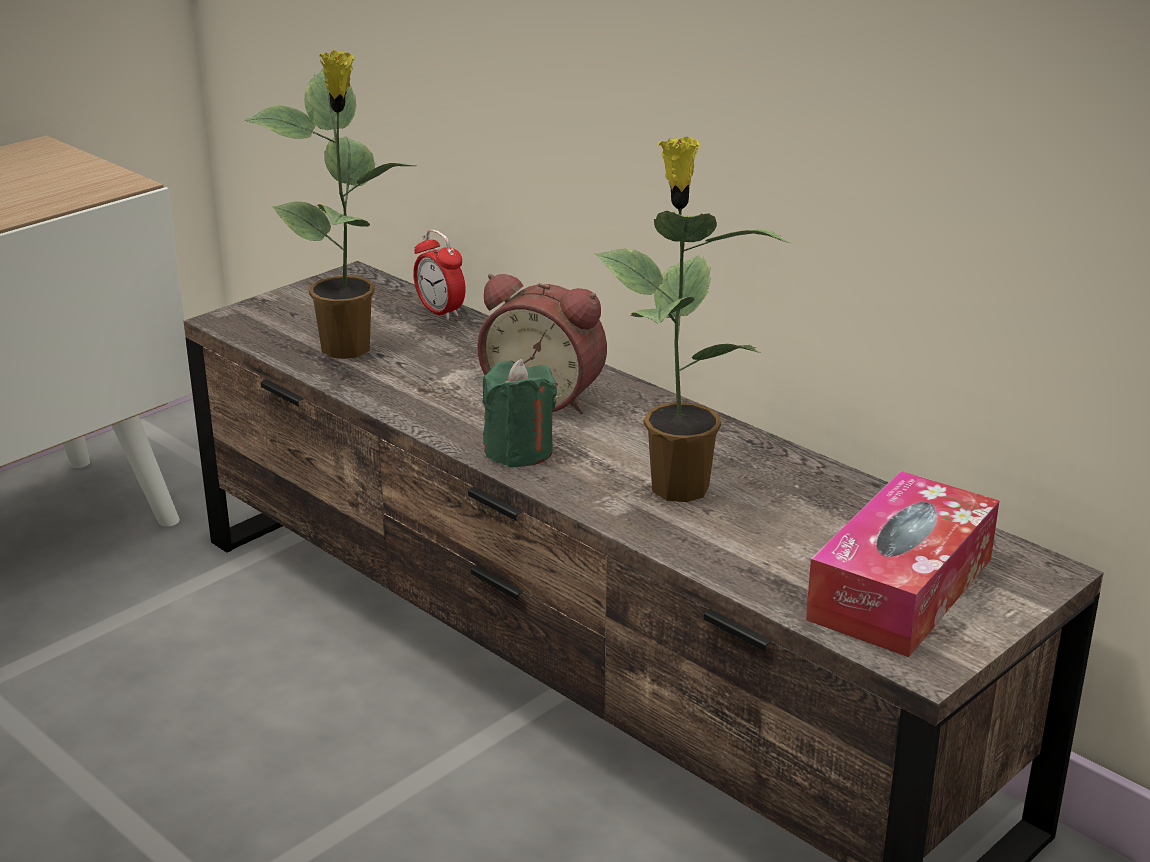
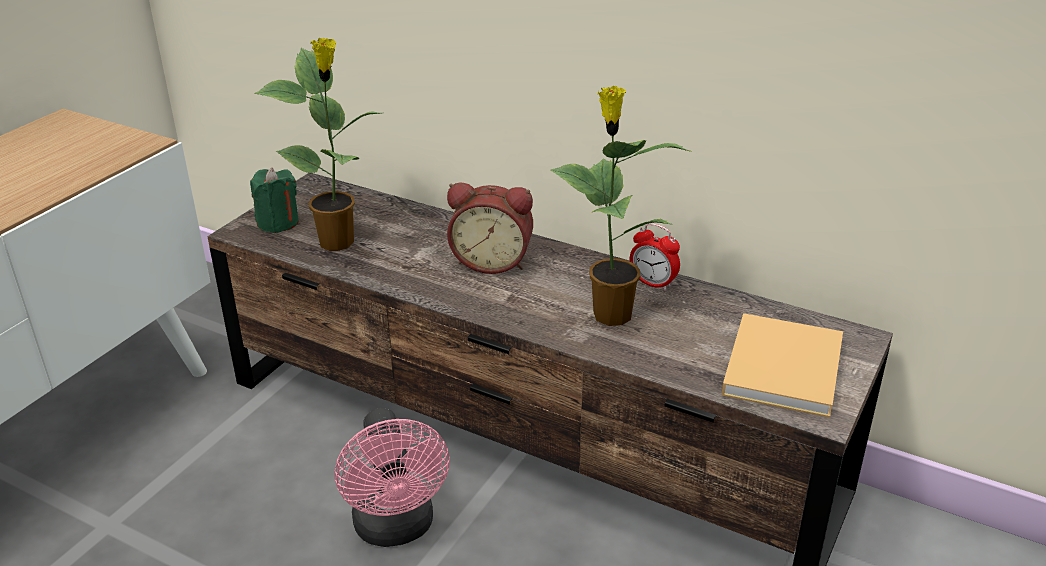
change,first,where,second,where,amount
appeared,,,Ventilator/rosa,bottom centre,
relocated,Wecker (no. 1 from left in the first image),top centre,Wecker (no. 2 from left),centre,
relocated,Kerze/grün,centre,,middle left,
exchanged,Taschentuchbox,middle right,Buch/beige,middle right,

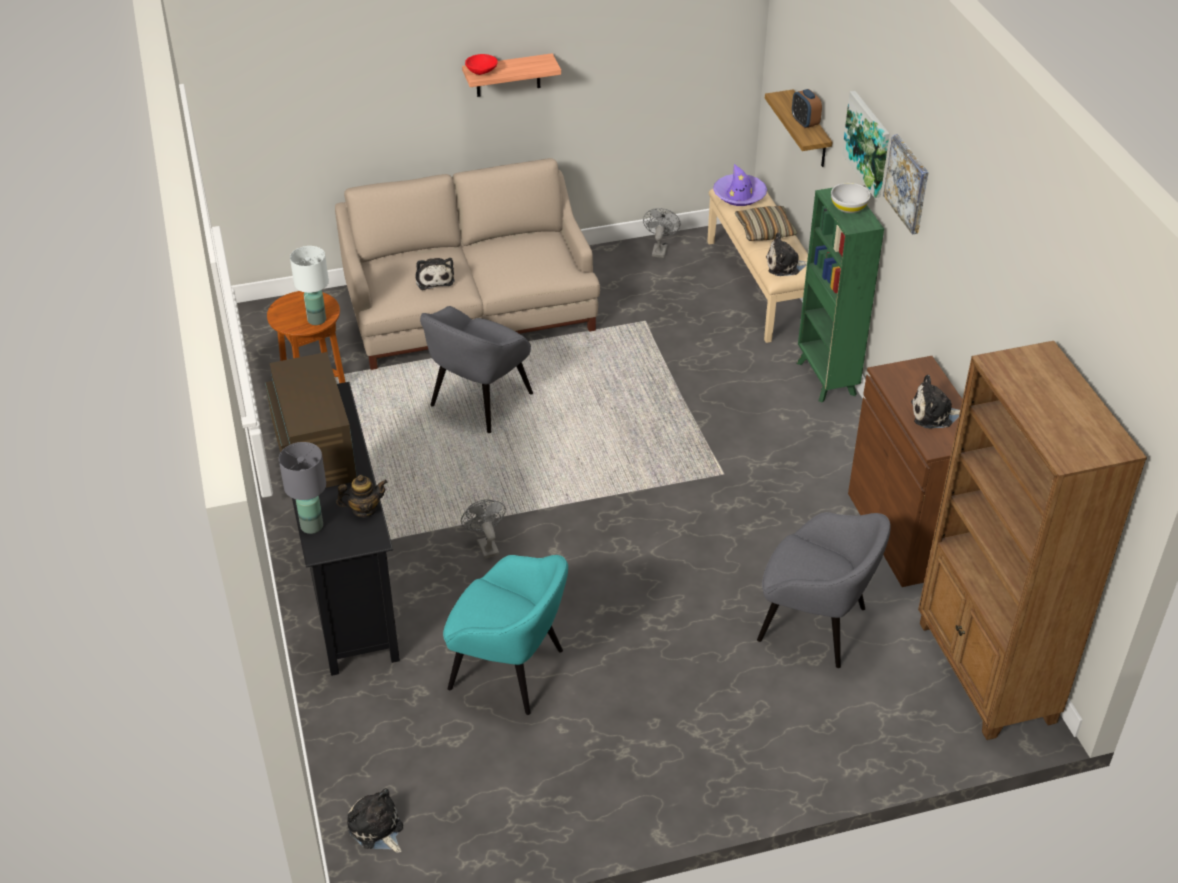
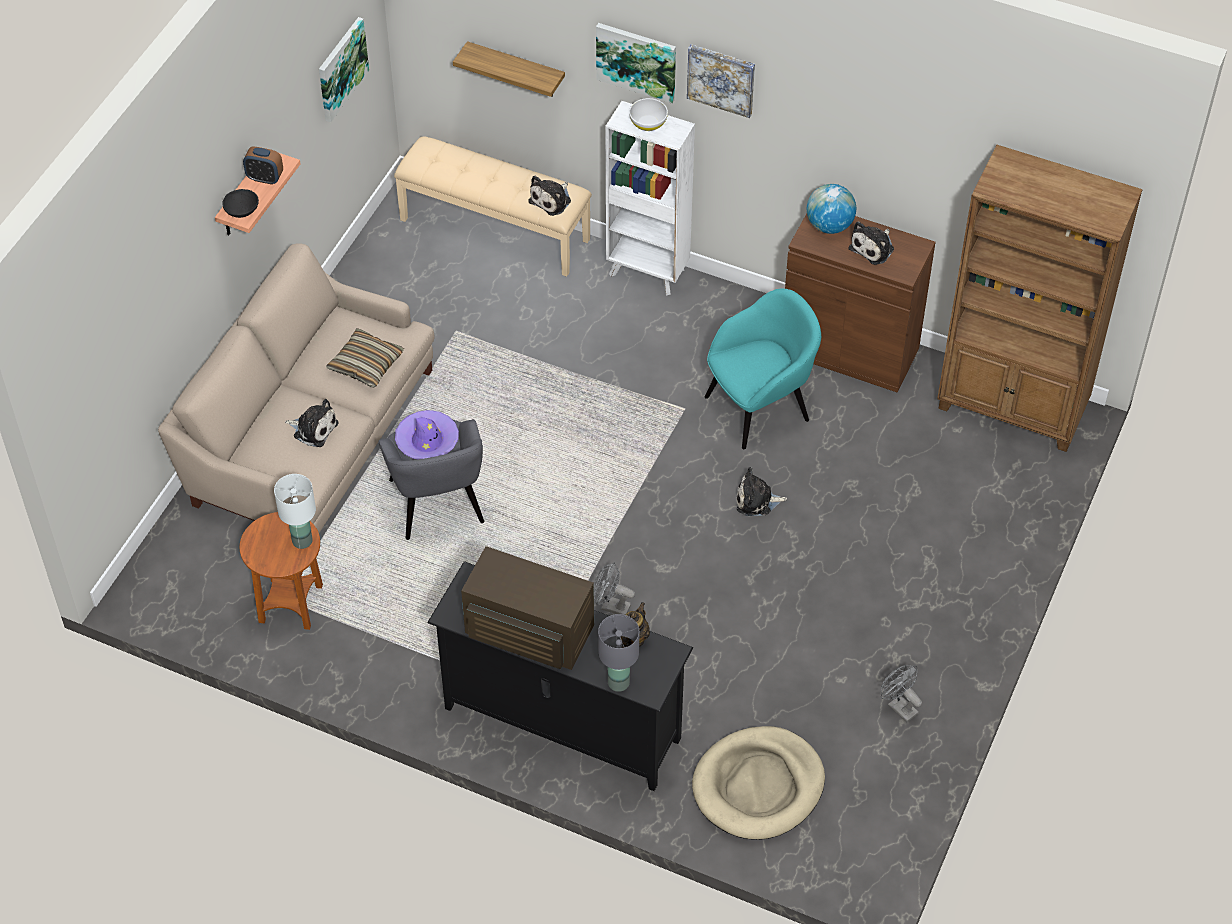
change,first,where,second,where,amount
missing,Sessel/grau (no. 2 from left),bottom right,,,
appeared,,,Bild (no. 1 from left),top left,
appeared,,,Hundebett/beige,bottom centre,
appeared,,,Globus,top right,
relocated,Plüschtier (no. 1 from left in the first image),bottom left,Plüschtier (no. 3 from left),centre,
relocated,Sessel/türkis,bottom centre,,centre,
relocated,Ventilator/grau (no. 2 from left),top centre,,bottom right,
relocated,Hut/lila,top centre,,centre,
relocated,Kissen,top centre,,middle left,
relocated,Wecker,top right,,top left,
colour,Schüssel/rot,top centre,Schüssel/schwarz,top left,
colour,Bücherregal/grün,middle right,Bücherregal/weiß,top centre,

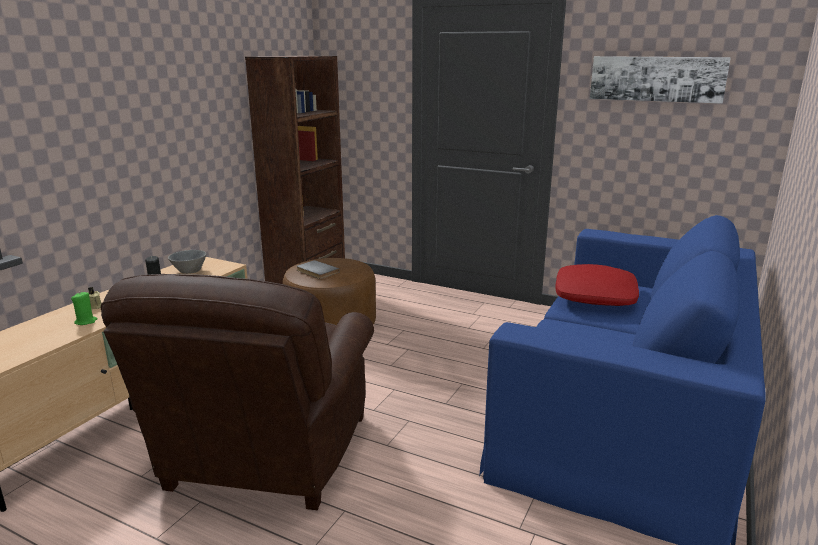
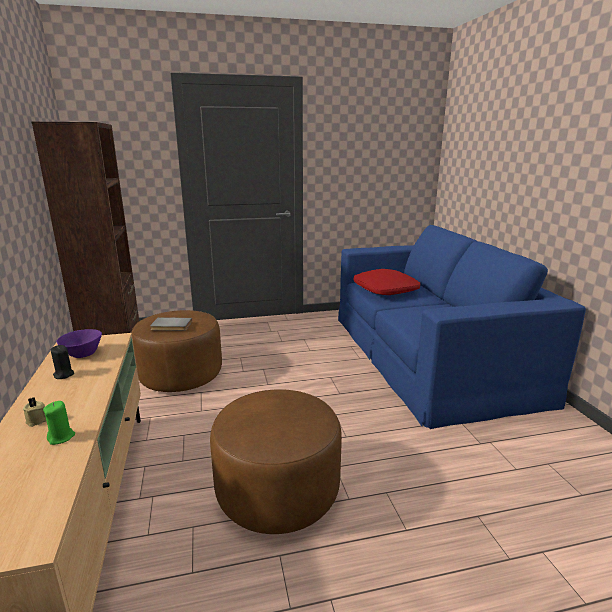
change,first,where,second,where,amount
missing,Bild,top right,,,
exchanged,Sessel/braun,bottom left,Polsterhocker/braun (no. 2 from left),bottom centre,
colour,Schüssel/grau,middle left,Schüssel/lila,middle left,

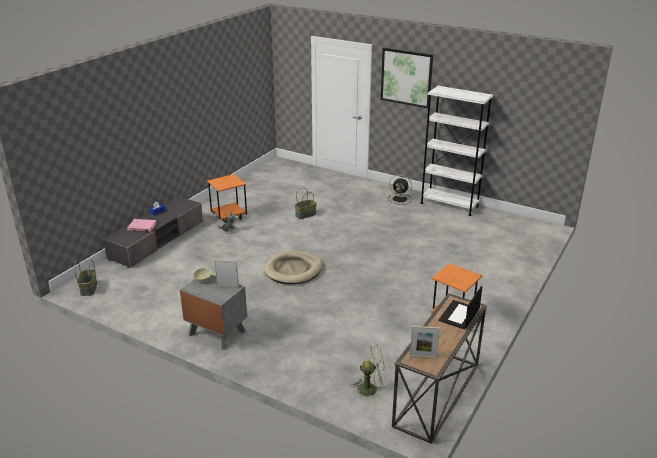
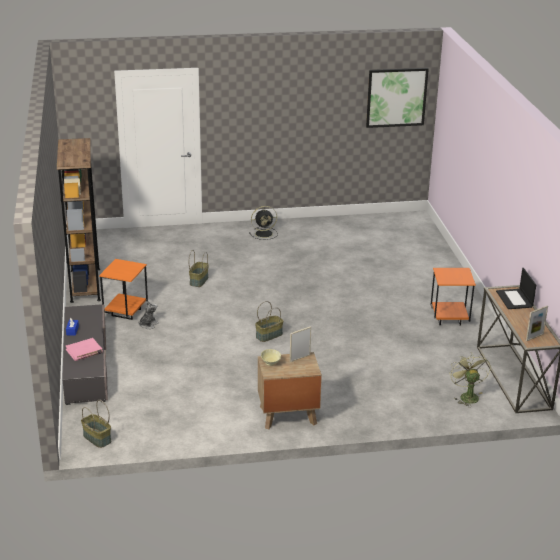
change,first,where,second,where,amount
missing,Bücherregal/weiß,top right,,,
appeared,,,Bücherregal/braun,middle left,
relocated,Bild,top centre,,top right,
exchanged,Hundebett/beige,centre,Korb (no. 3 from left),centre,
colour,Nachttisch/grau,bottom left,Nachttisch/braun,bottom centre,
spun,Ventilator/grün,bottom centre,,bottom right,60 degrees counterclockwise

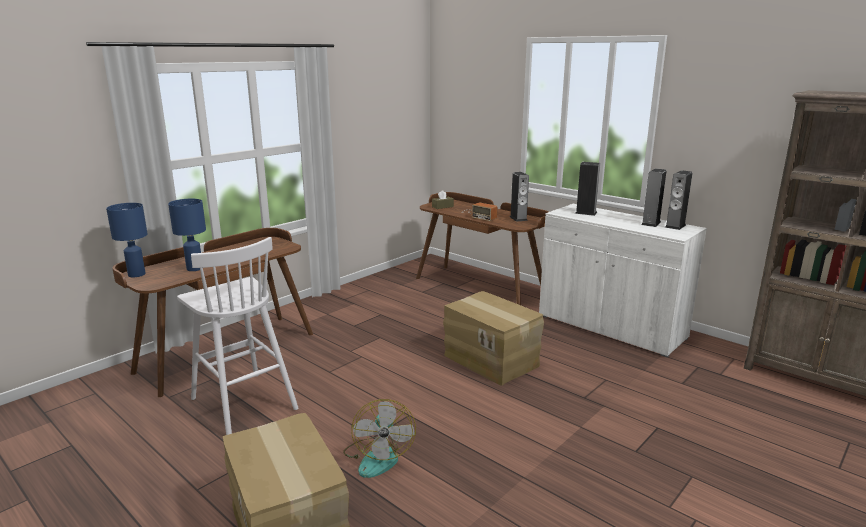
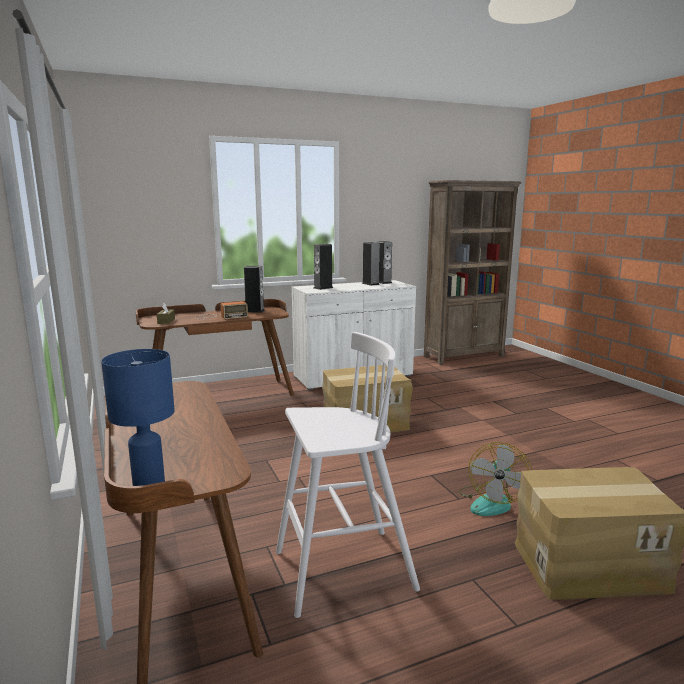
change,first,where,second,where,amount
missing,Tischlampe/blau (no. 2 from left),middle left,,,
spun,Ventilator,bottom centre,,bottom right,90 degrees clockwise

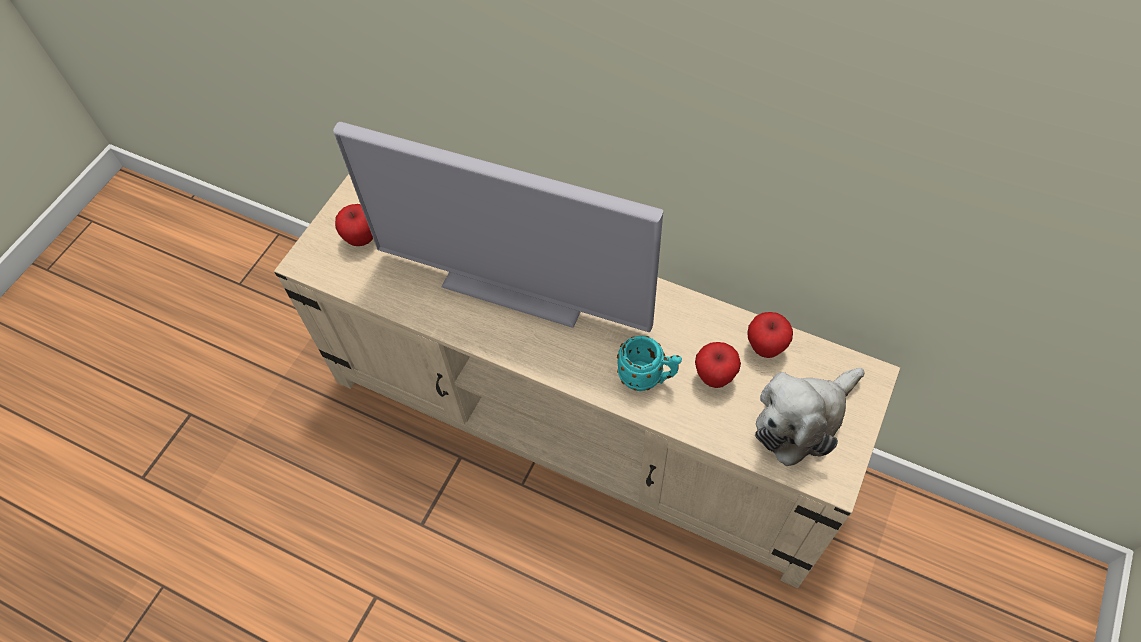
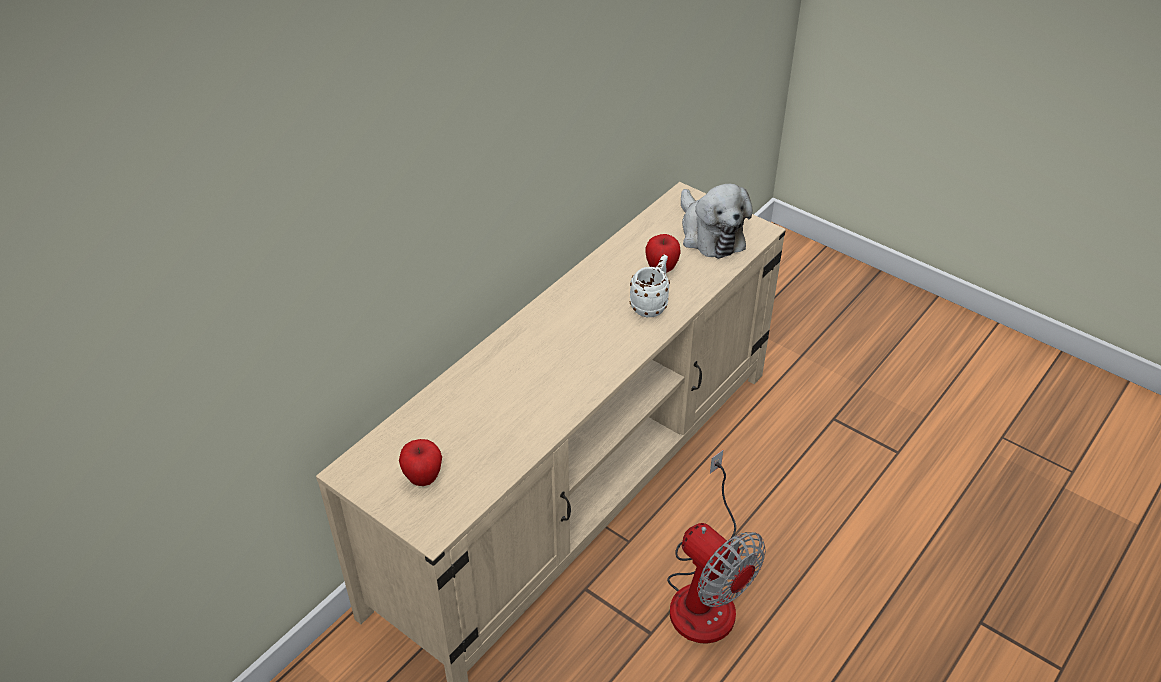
change,first,where,second,where,amount
missing,Fernseher,centre,,,
missing,Apfel (no. 3 from left),middle right,,,
appeared,,,Ventilator,bottom centre,
colour,Henkelbecher/türkis,centre,Henkelbecher/weiß,centre,

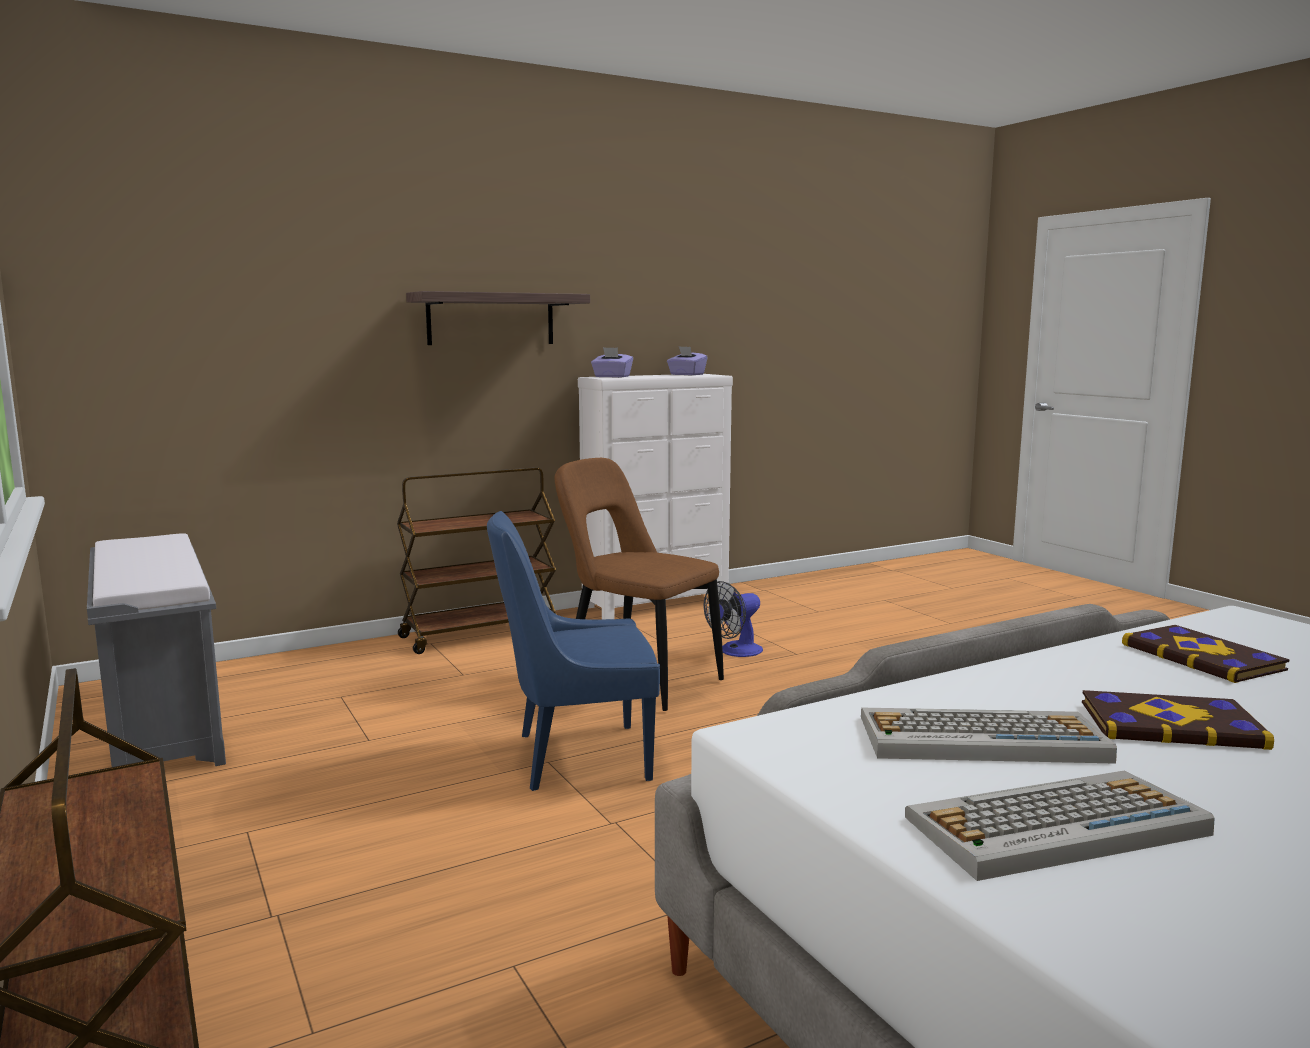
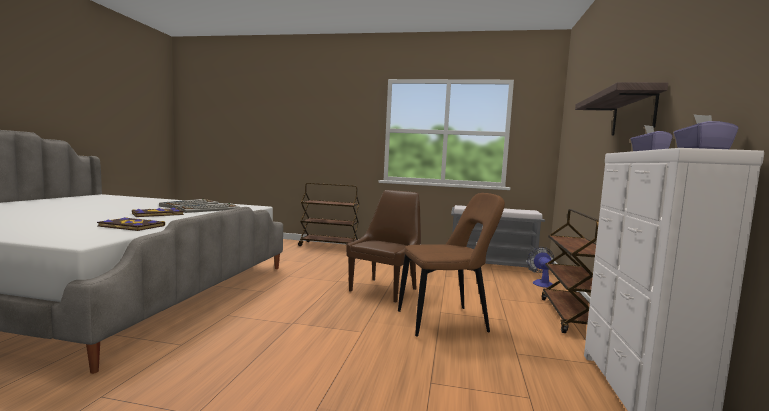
change,first,where,second,where,amount
relocated,Ventilator,centre,,middle right,
colour,Stuhl/blau,centre,Stuhl/braun (no. 1 from left),centre,

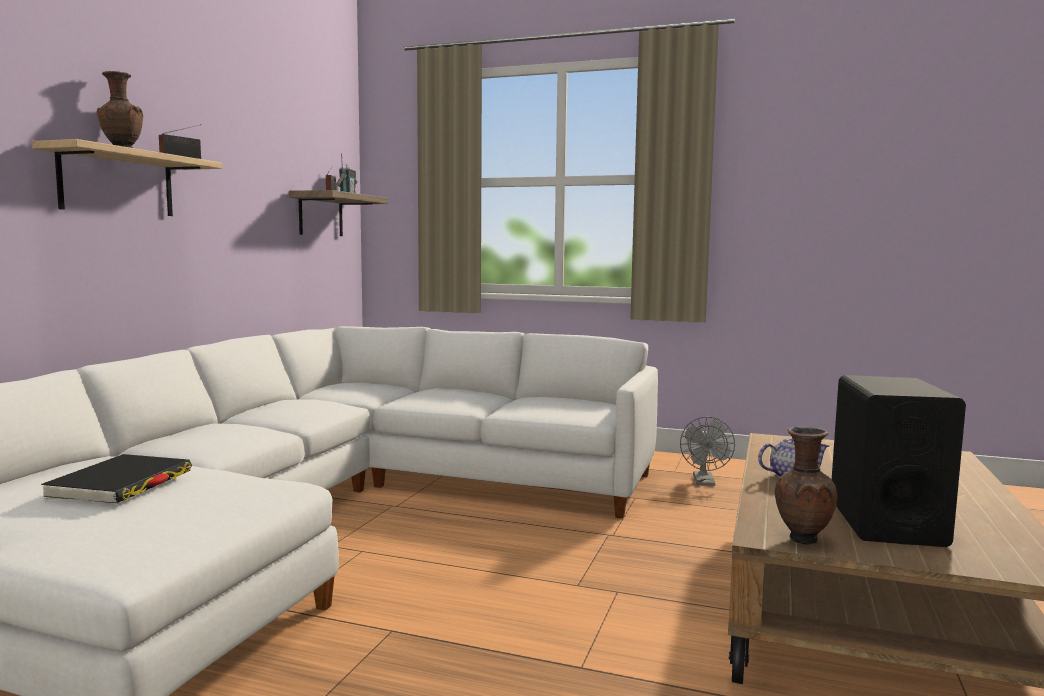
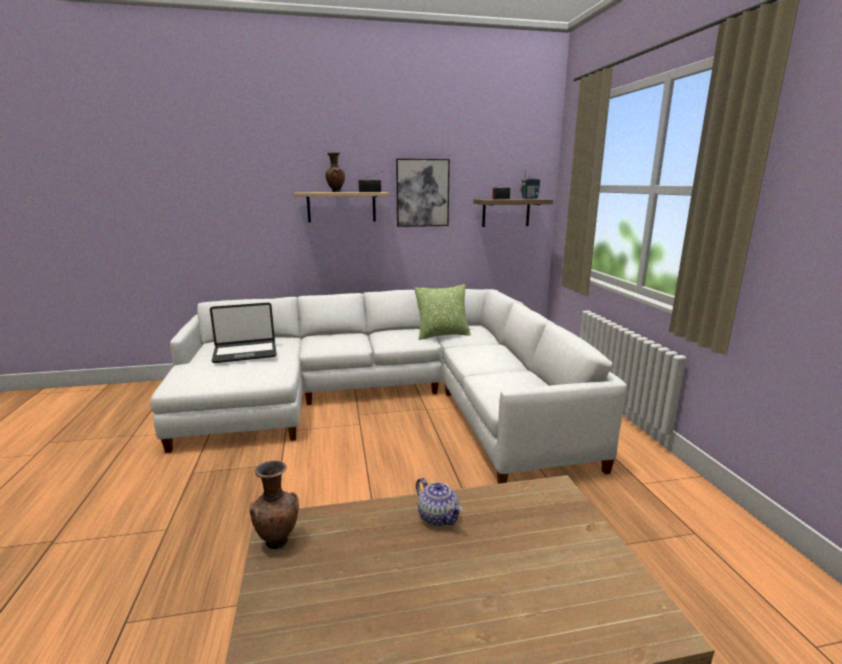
change,first,where,second,where,amount
missing,Ventilator/grau,middle right,,,
missing,Lautsprecher/schwarz,middle right,,,
appeared,,,Bild,top centre,
appeared,,,Kissen,centre,
exchanged,Buch/schwarz,bottom left,Laptop,middle left,

